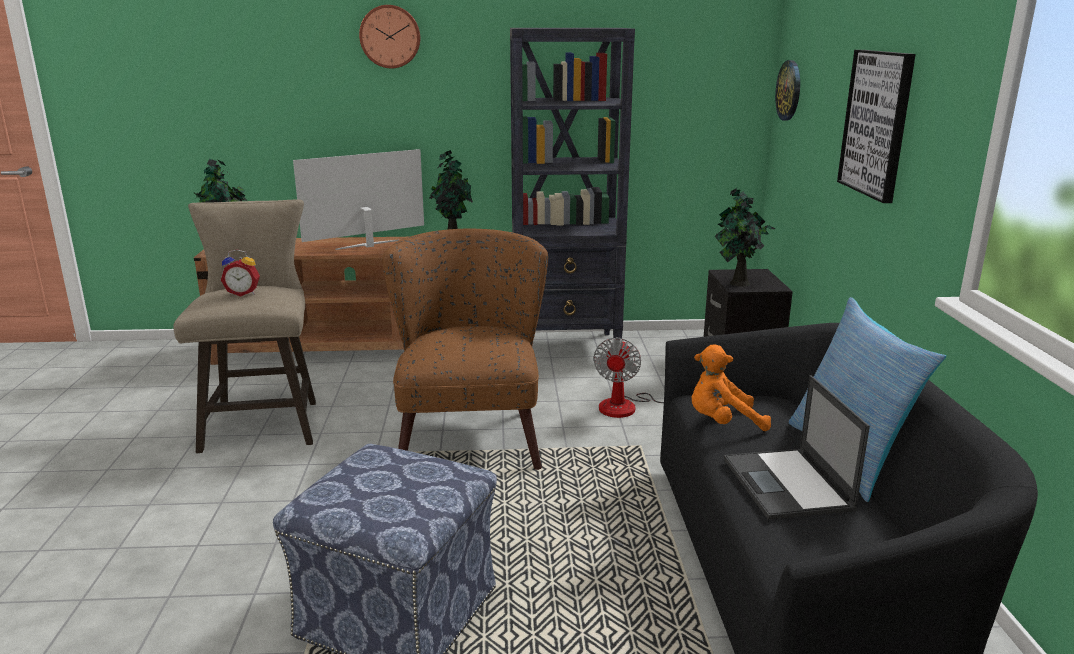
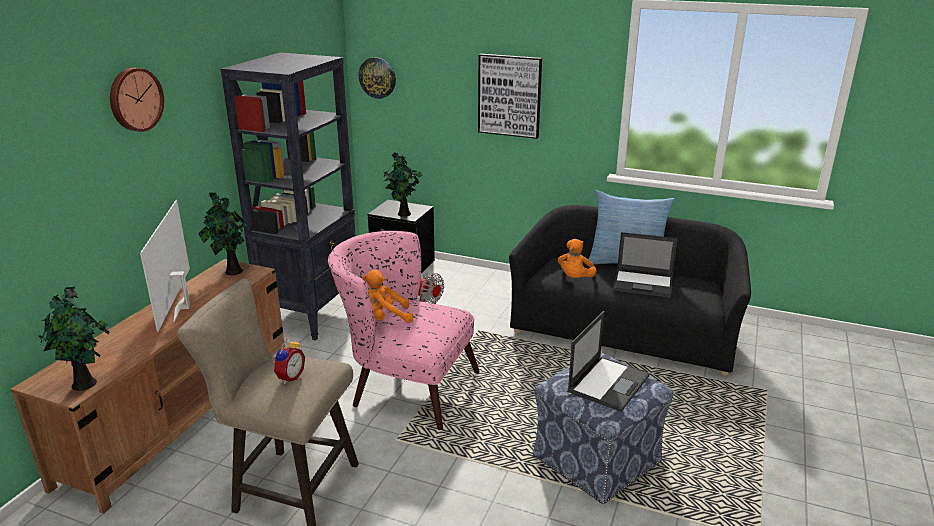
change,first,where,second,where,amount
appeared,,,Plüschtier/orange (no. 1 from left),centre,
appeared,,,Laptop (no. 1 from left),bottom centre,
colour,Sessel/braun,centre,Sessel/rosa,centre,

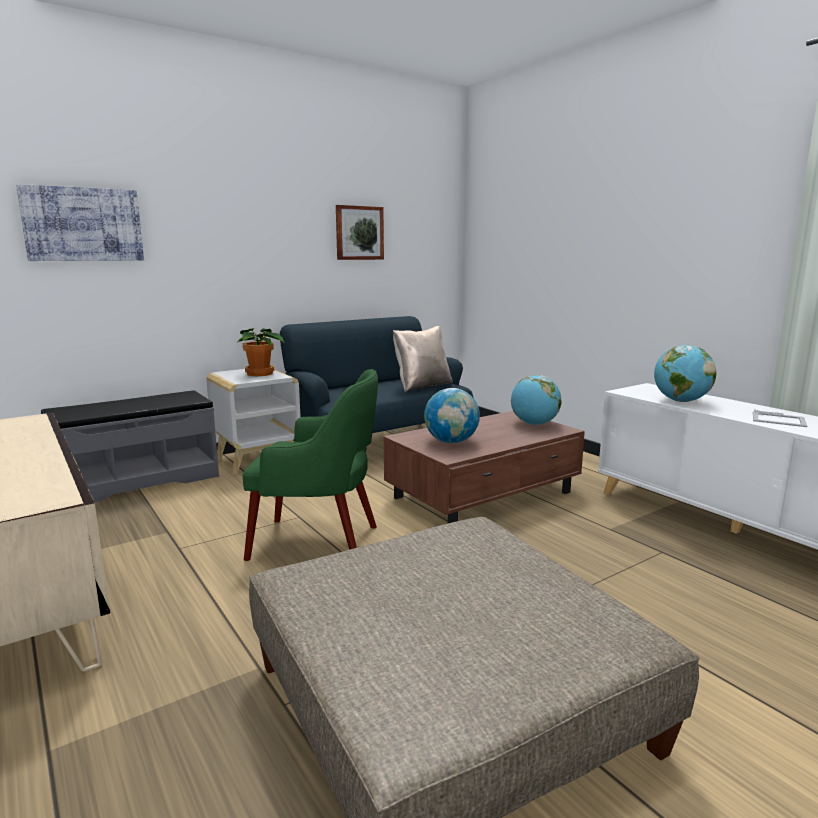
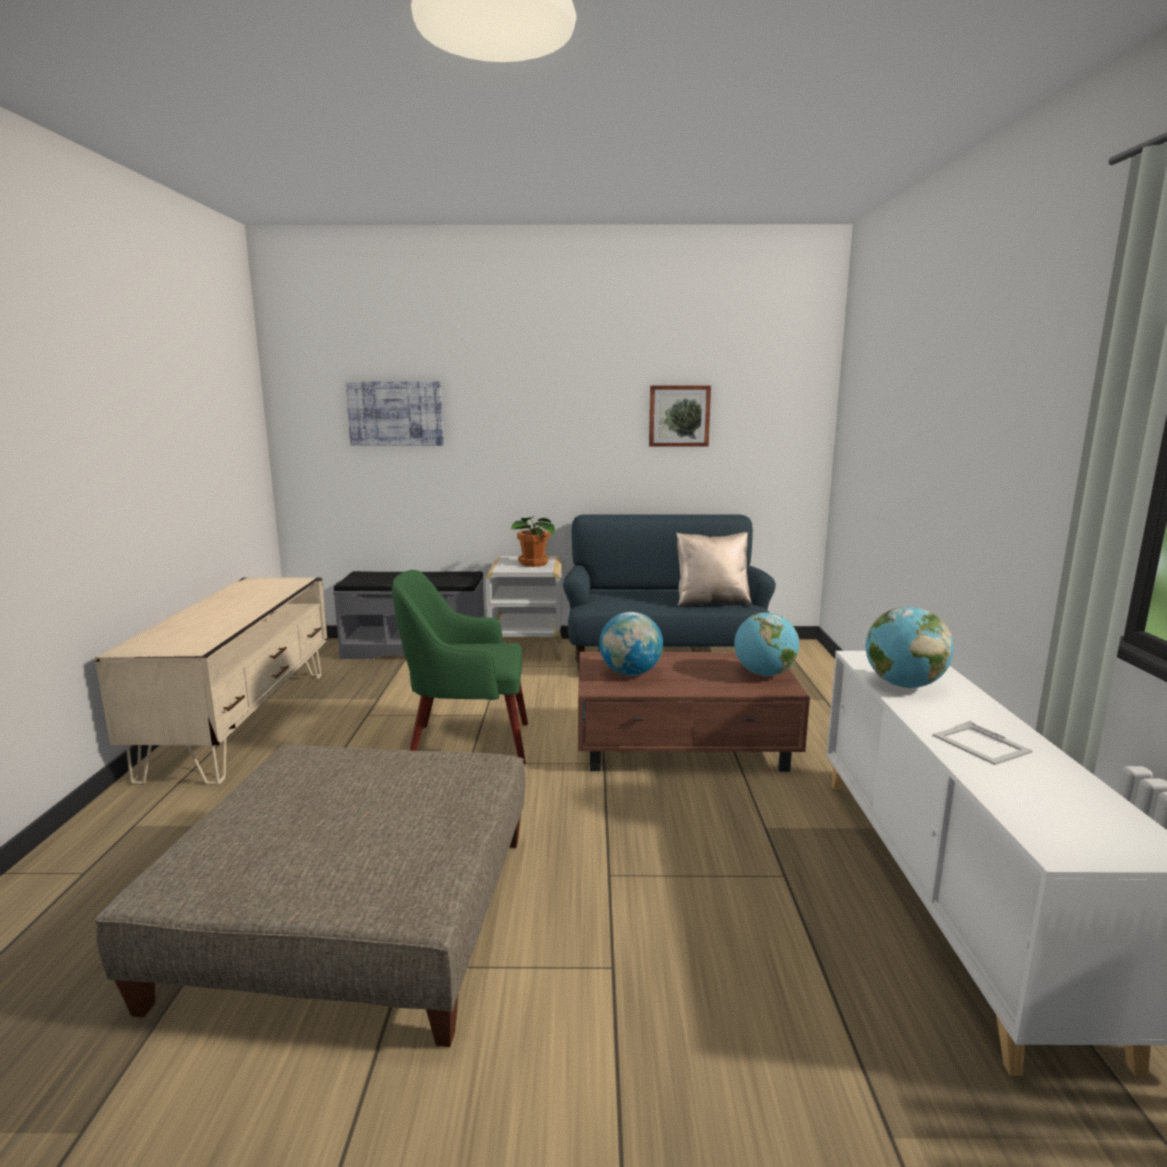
change,first,where,second,where,amount
spun,Sessel/grün,centre,,centre,135 degrees clockwise

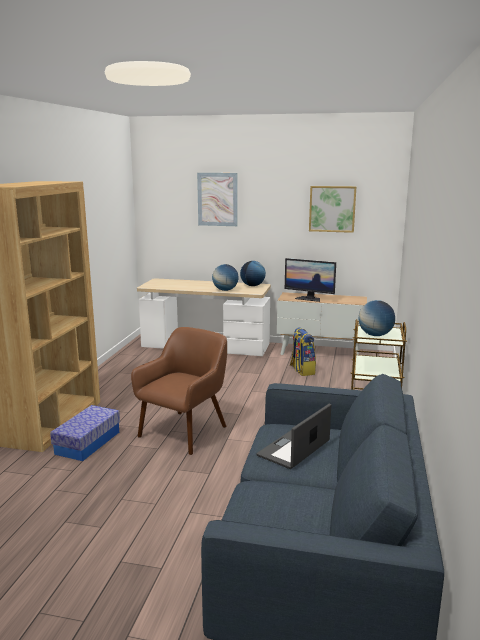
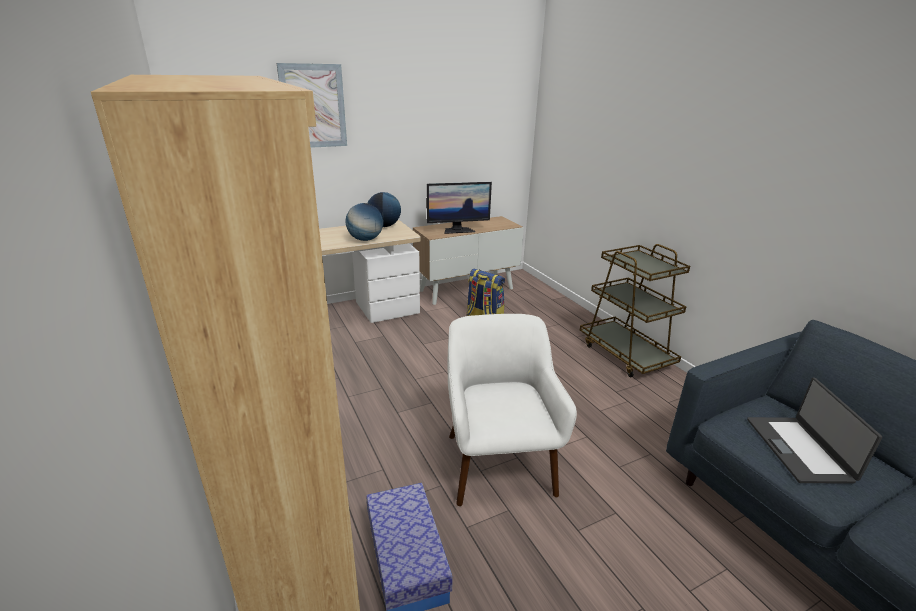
change,first,where,second,where,amount
missing,Bild (no. 2 from left),top right,,,
missing,Globus (no. 3 from left),middle right,,,
colour,Sessel/braun,centre,Sessel/weiß,bottom centre,

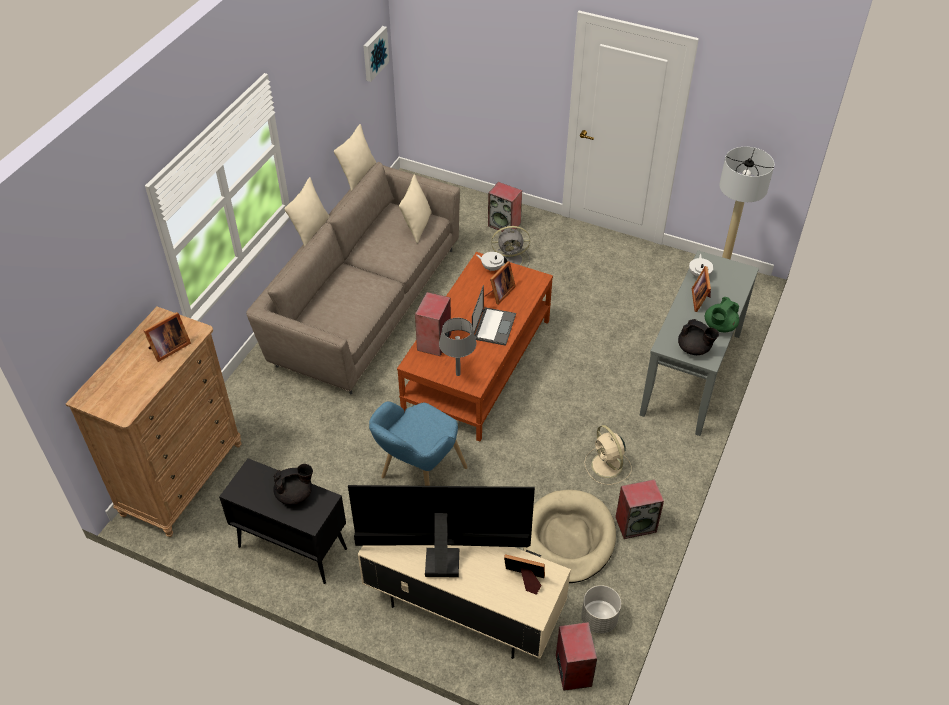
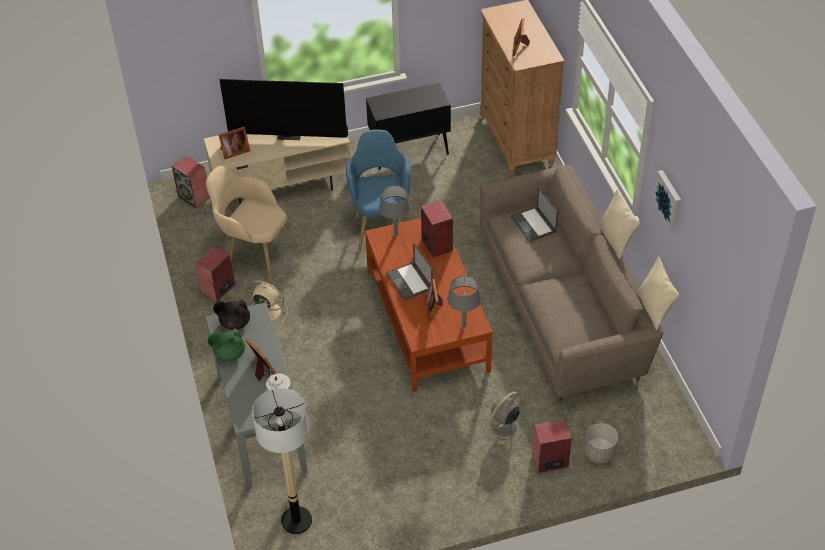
change,first,where,second,where,amount
missing,Teekanne/schwarz (no. 1 from left),bottom left,,,
missing,Kissen/beige (no. 3 from left),top centre,,,
appeared,,,Laptop (no. 2 from left),centre,
relocated,Bild,top centre,,middle right,
relocated,Pflanzkübel/grau,bottom centre,,bottom right,
exchanged,Teekanne/weiß (no. 1 from left),centre,Tischlampe/grau (no. 2 from left),centre,
exchanged,Hundebett/beige,bottom centre,Sessel/beige,middle left,
spun,Fernseher,bottom centre,,top centre,45 degrees clockwise
spun,Teekanne/grün,middle right,,middle left,105 degrees counterclockwise

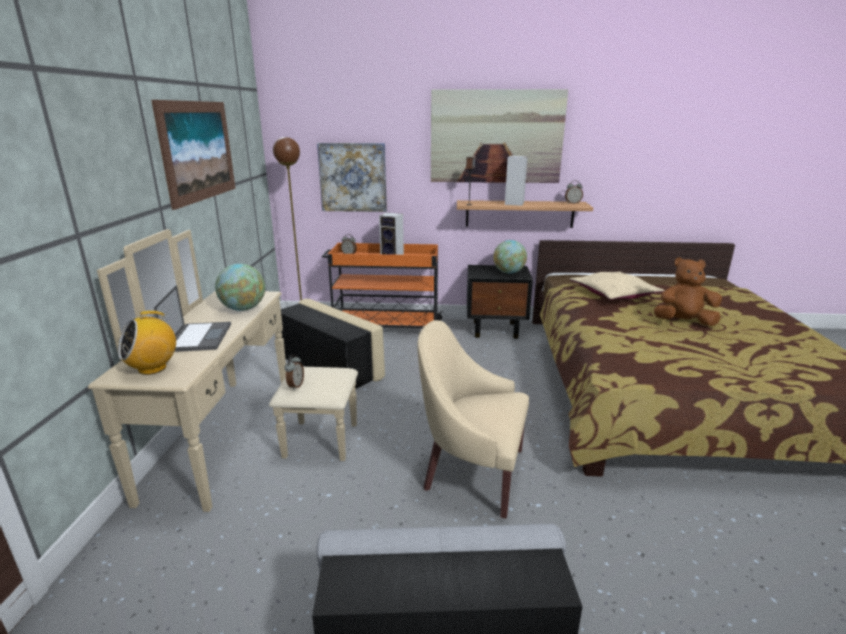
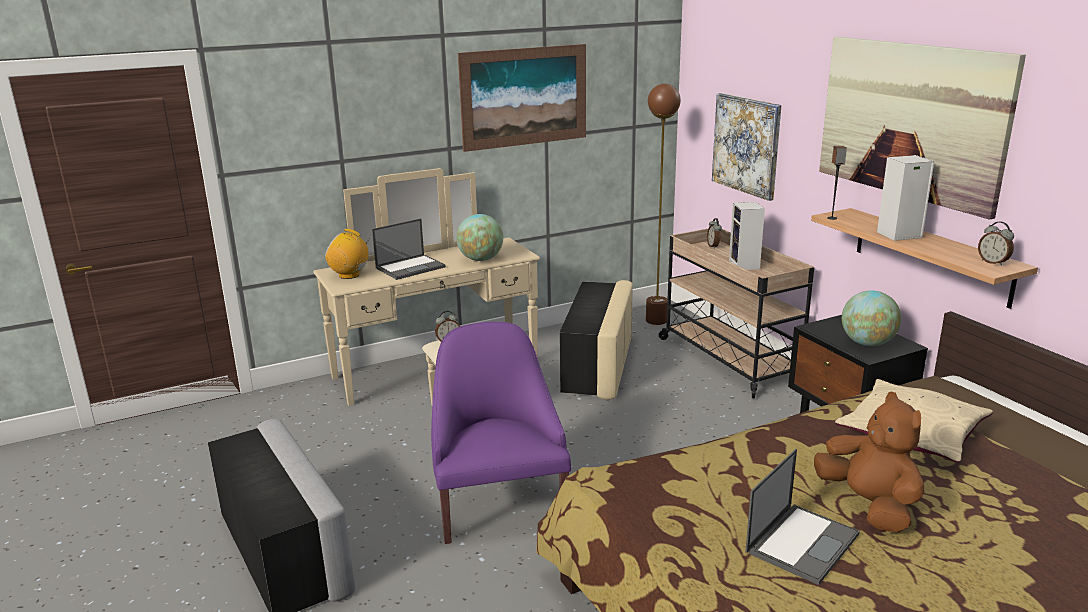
change,first,where,second,where,amount
appeared,,,Laptop (no. 2 from left),bottom right,
colour,Rollwagen/orange,centre,Rollwagen/beige,middle right,
colour,Sessel/beige,centre,Sessel/lila,bottom centre,

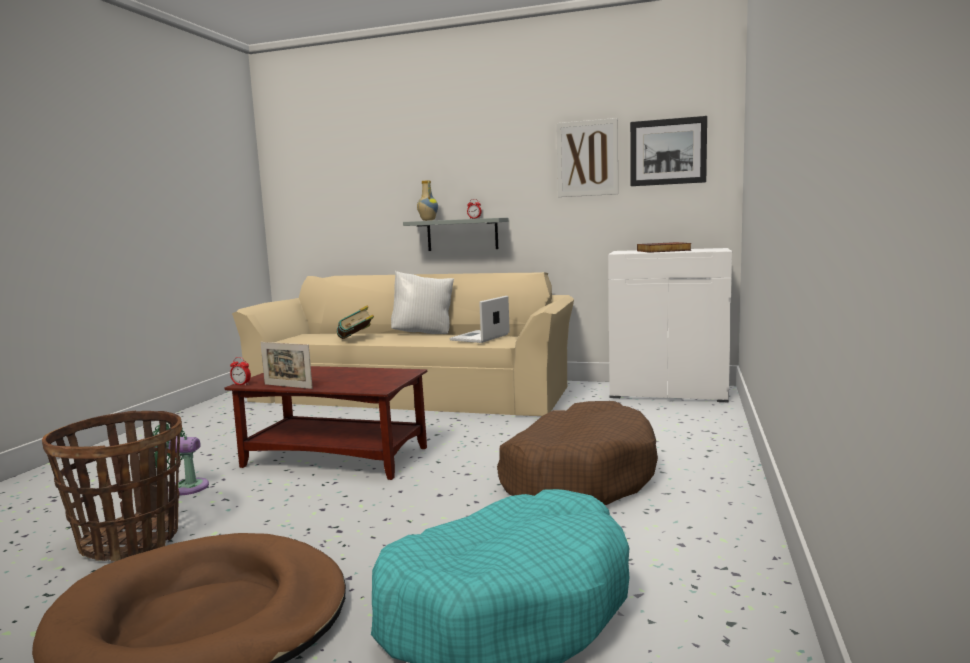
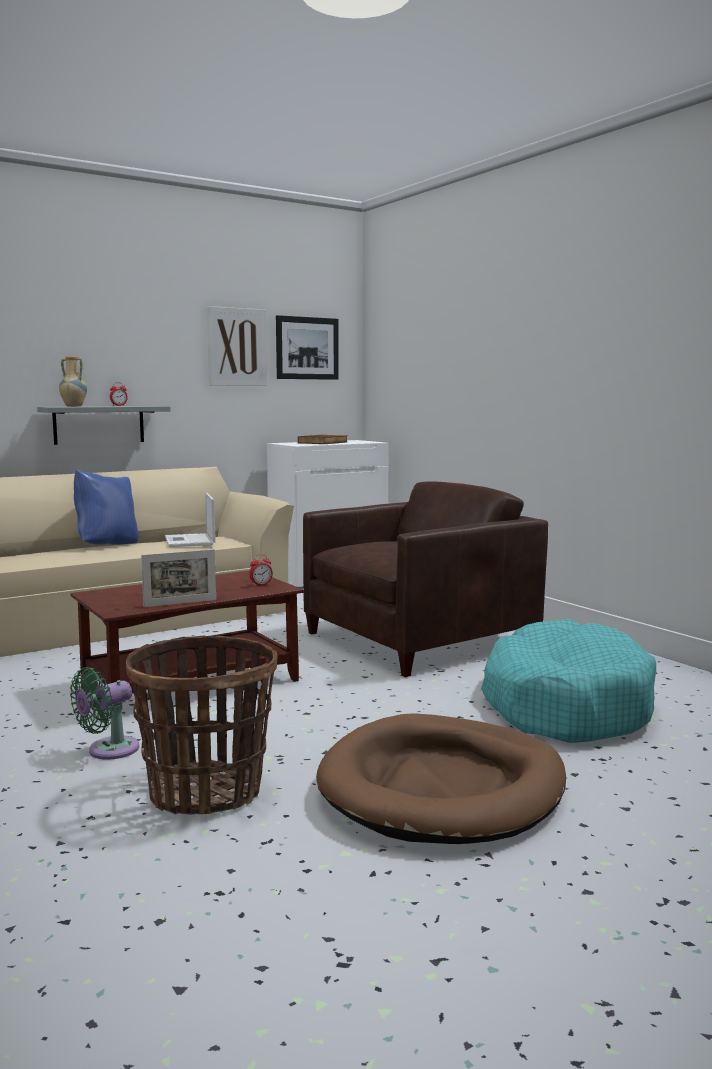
change,first,where,second,where,amount
missing,Buch (no. 1 from left),centre,,,
relocated,Wecker (no. 1 from left in the first image),middle left,Wecker (no. 2 from left),centre,
exchanged,Hundebett/braun (no. 2 from left),bottom centre,Sessel/braun,centre,
colour,Kissen/weiß,centre,Kissen/blau,middle left,

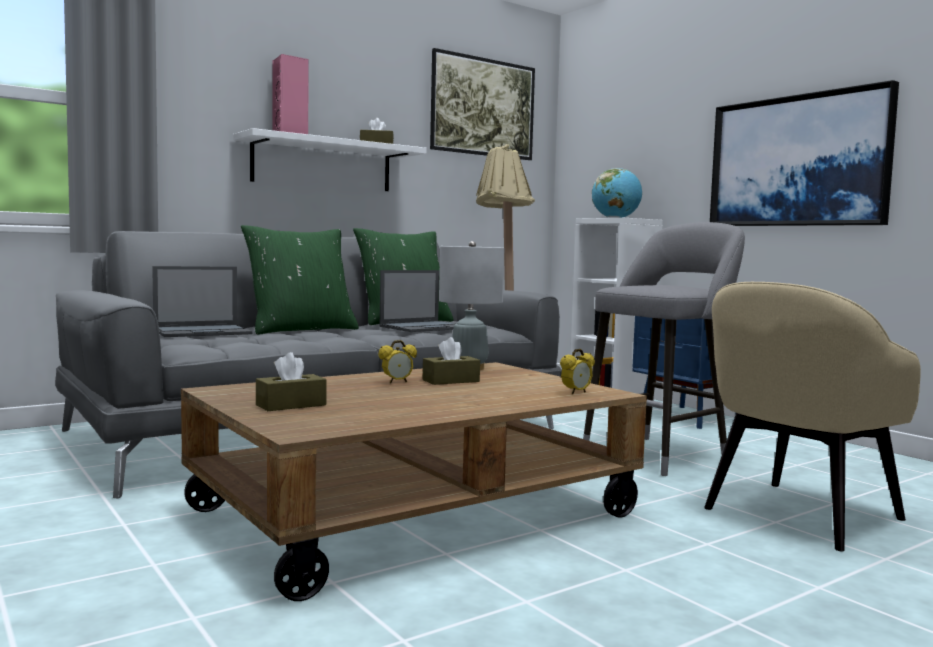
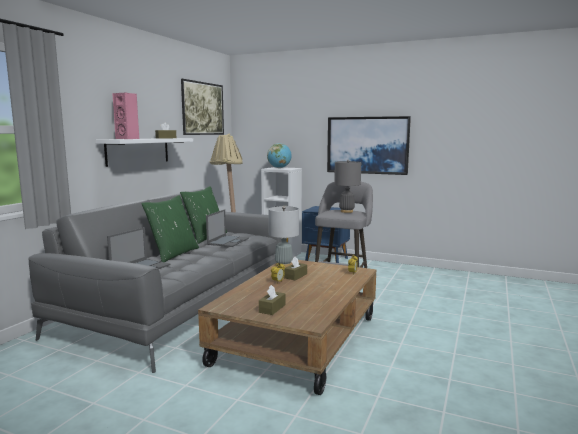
change,first,where,second,where,amount
missing,Sessel/beige,middle right,,,
appeared,,,Tischlampe/grau (no. 2 from left),centre,

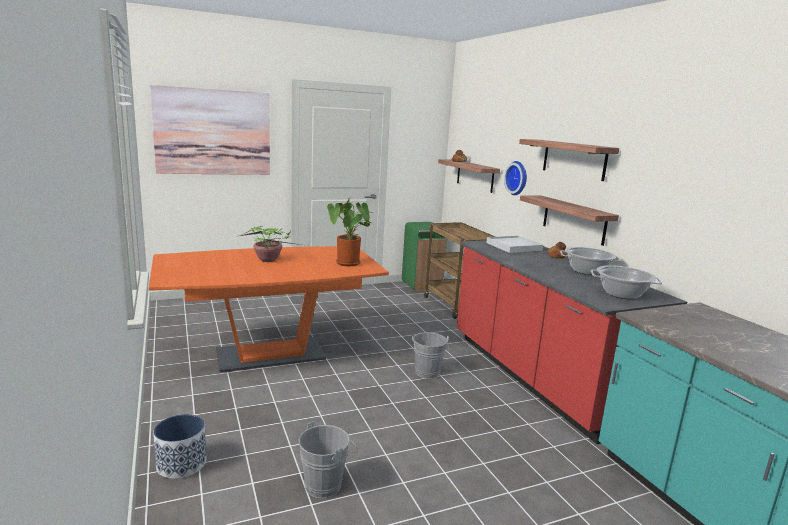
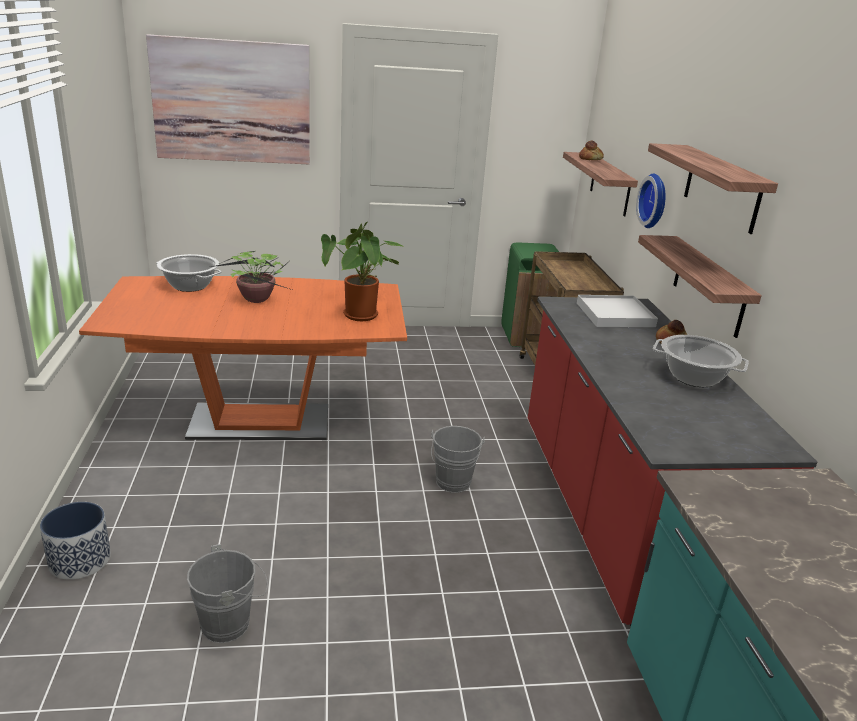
change,first,where,second,where,amount
relocated,Kochtopf (no. 2 from left in the first image),middle right,Kochtopf (no. 1 from left),middle left,

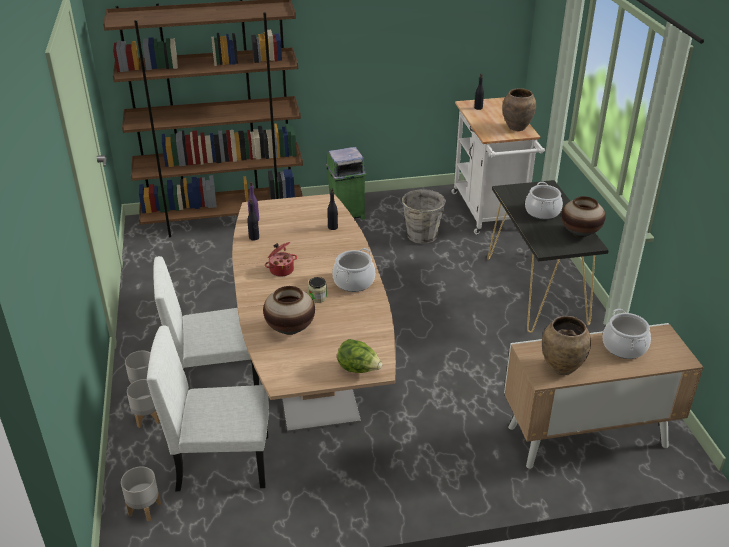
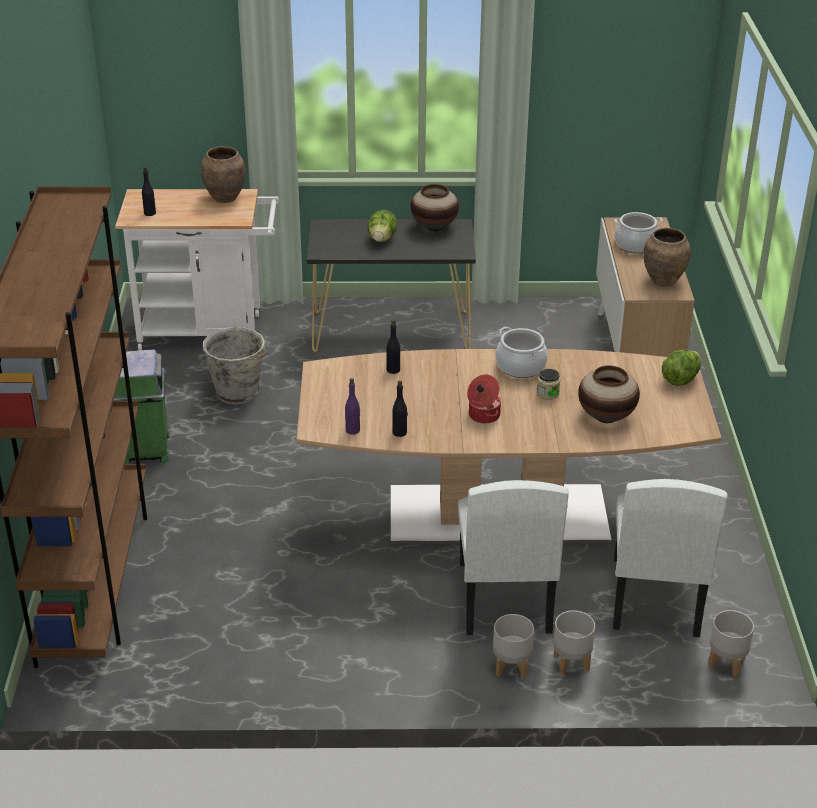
change,first,where,second,where,amount
exchanged,Kochtopf (no. 3 from left),middle right,Salatkopf (no. 1 from left),top centre,

